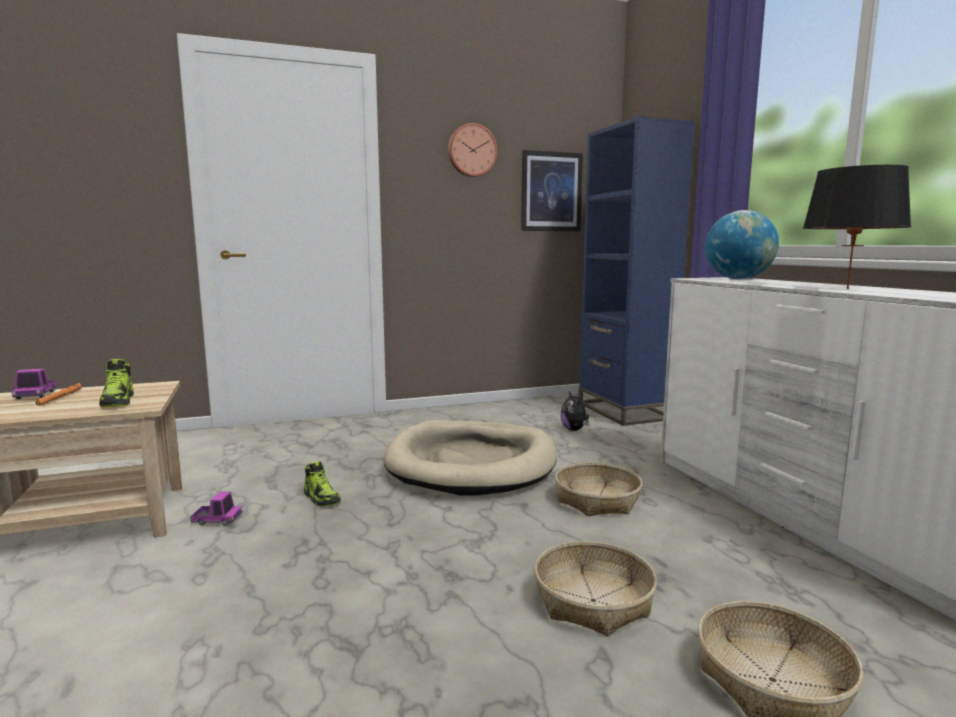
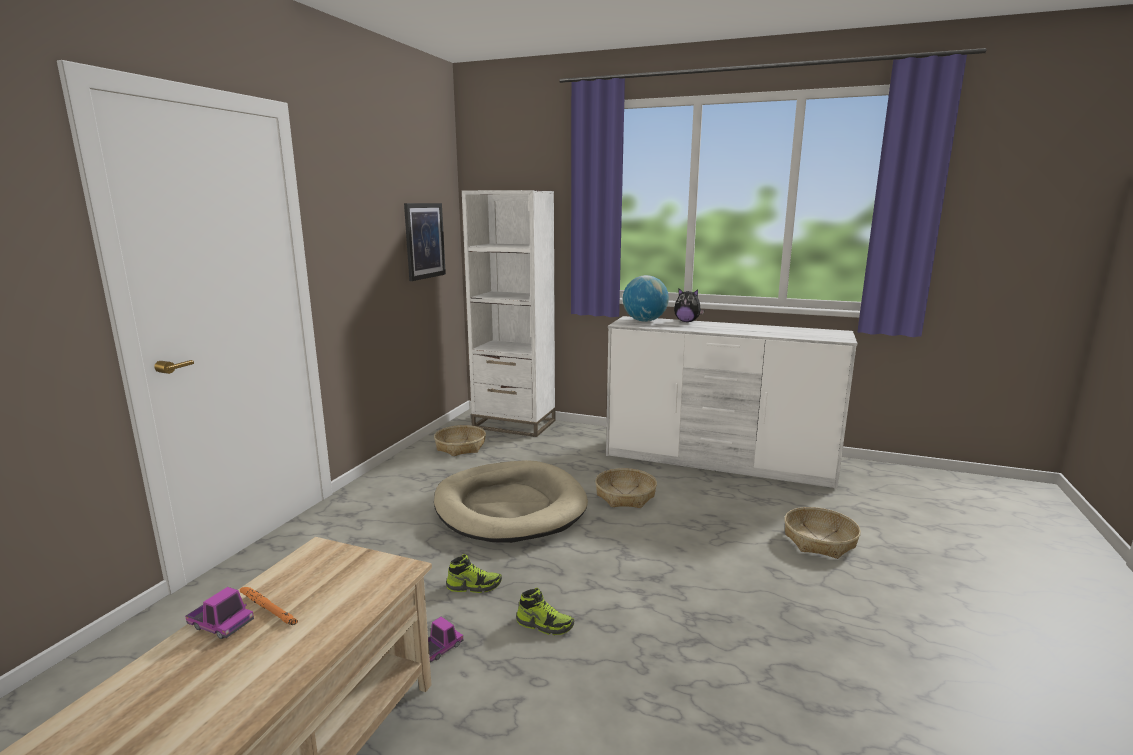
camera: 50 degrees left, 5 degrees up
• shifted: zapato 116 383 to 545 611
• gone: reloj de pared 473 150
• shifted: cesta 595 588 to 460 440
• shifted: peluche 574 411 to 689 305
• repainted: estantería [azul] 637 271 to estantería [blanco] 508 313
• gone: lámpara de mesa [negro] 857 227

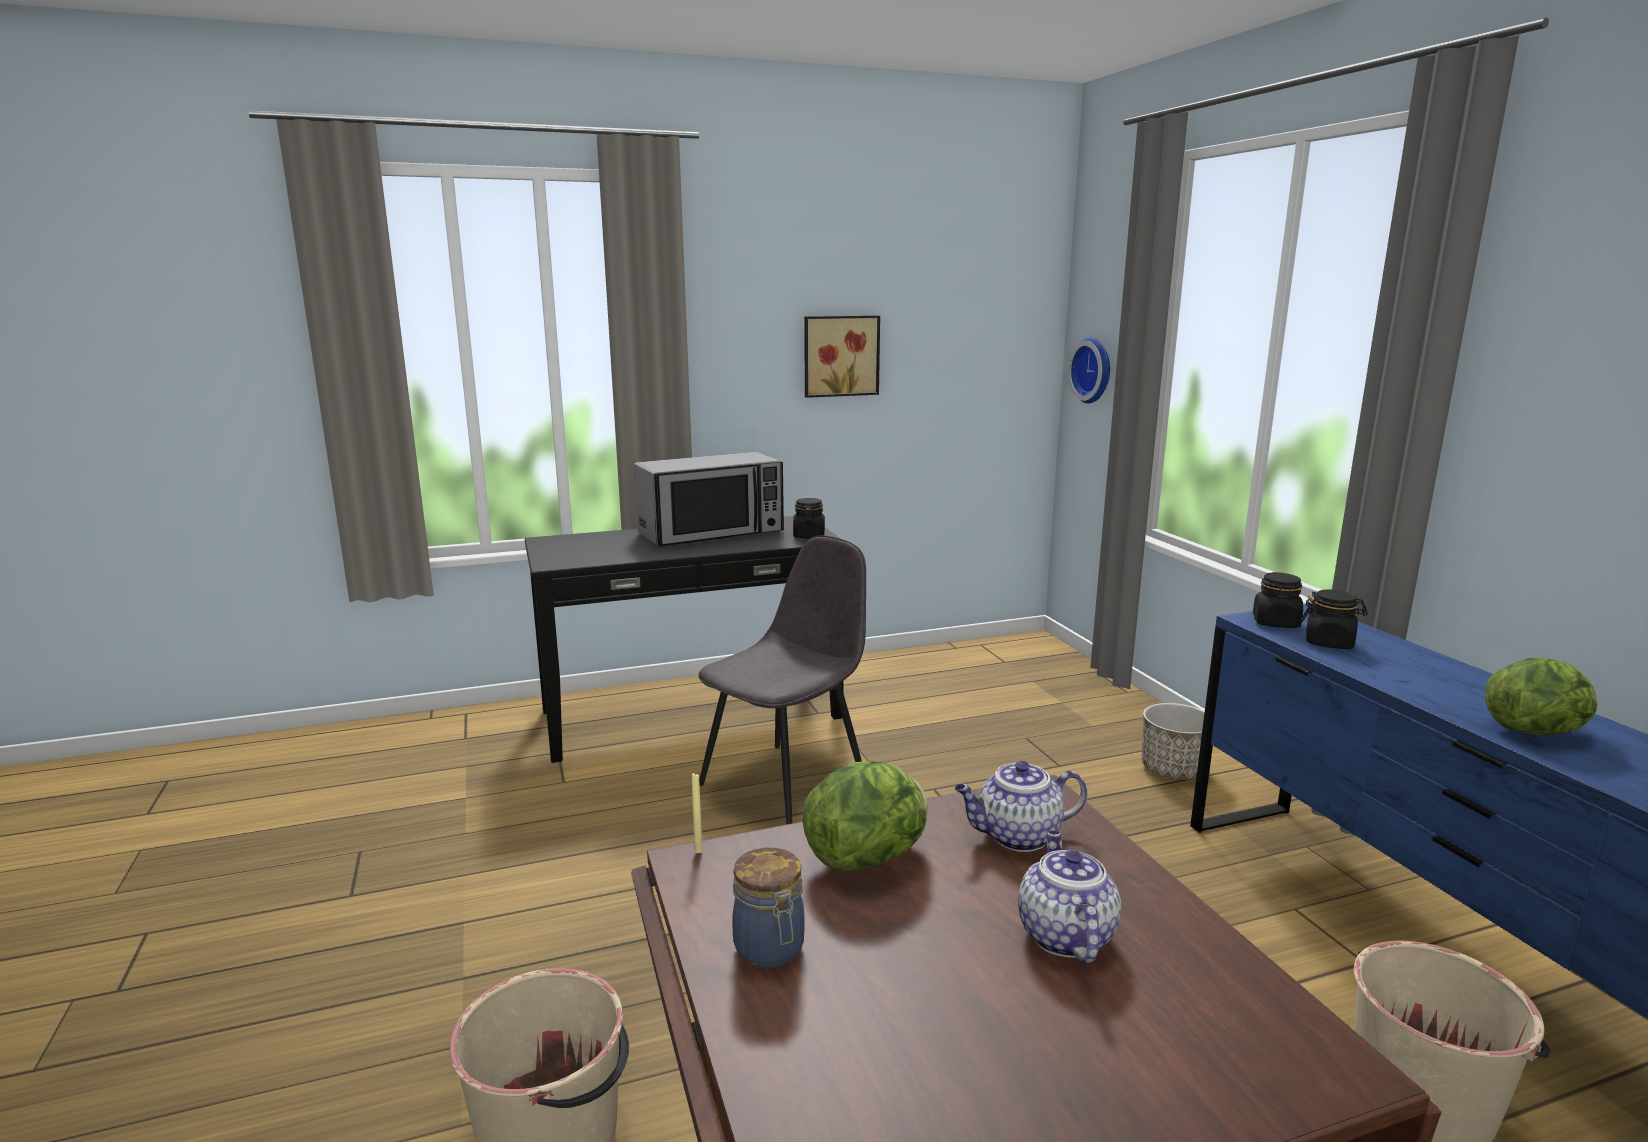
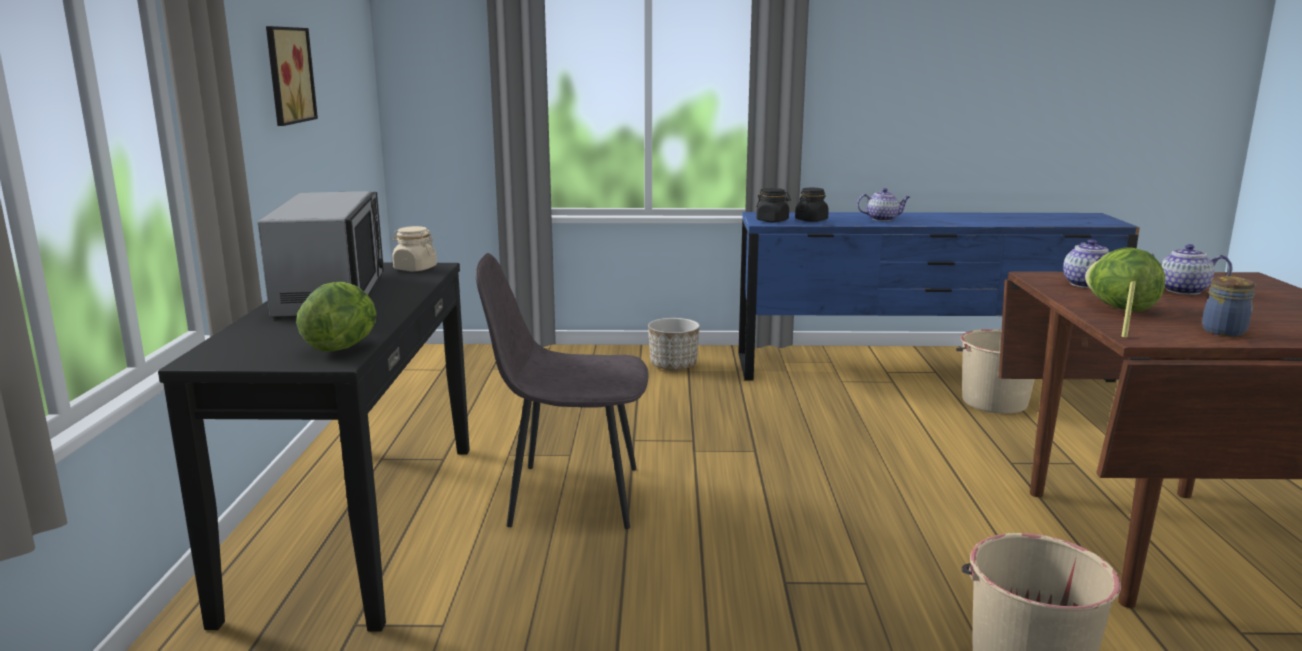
camera: 70 degrees left, 0 degrees up
• rotated: silla [gris] 782 680 = 561 391 60 degrees counterclockwise
• repainted: tarro [negro] 809 518 to tarro [beis] 414 248
• gone: reloj de pared 1088 370
• shifted: lechuga 1541 696 to 336 317
• new: tetera 883 204

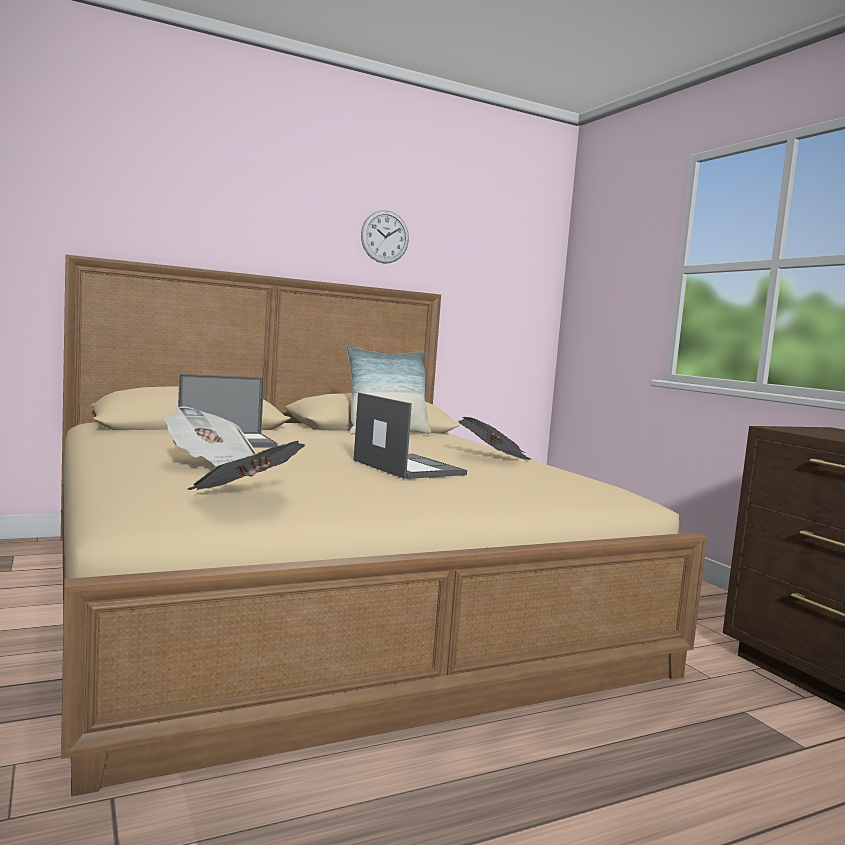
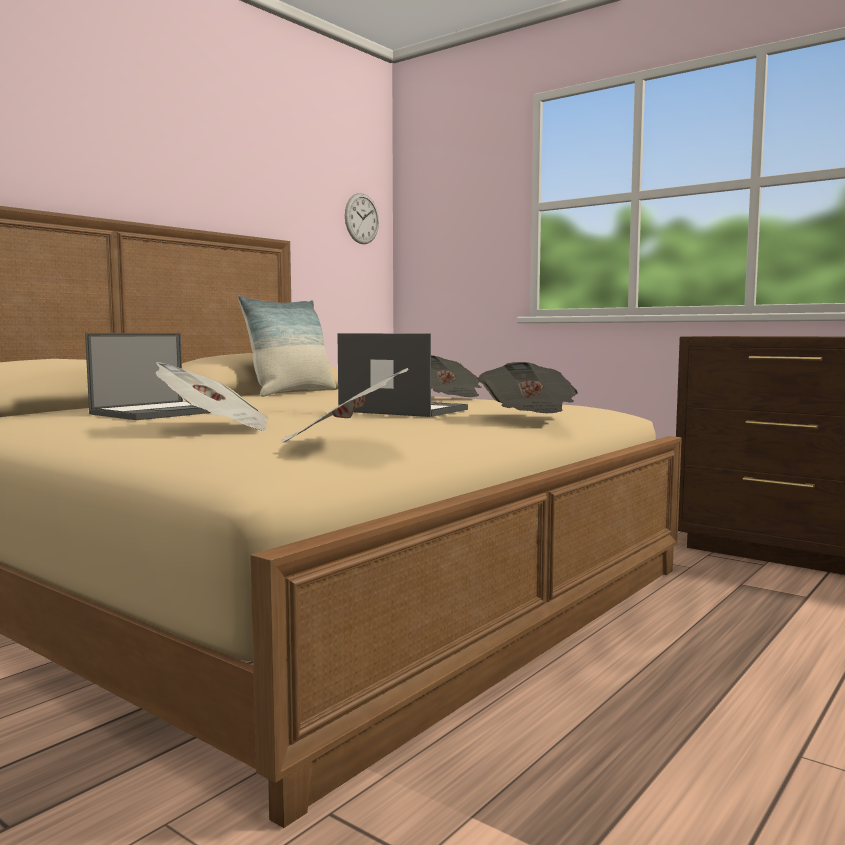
camera: 25 degrees left, 0 degrees up
• shifted: reloj de pared 385 236 to 362 218
• new: periódico 528 387

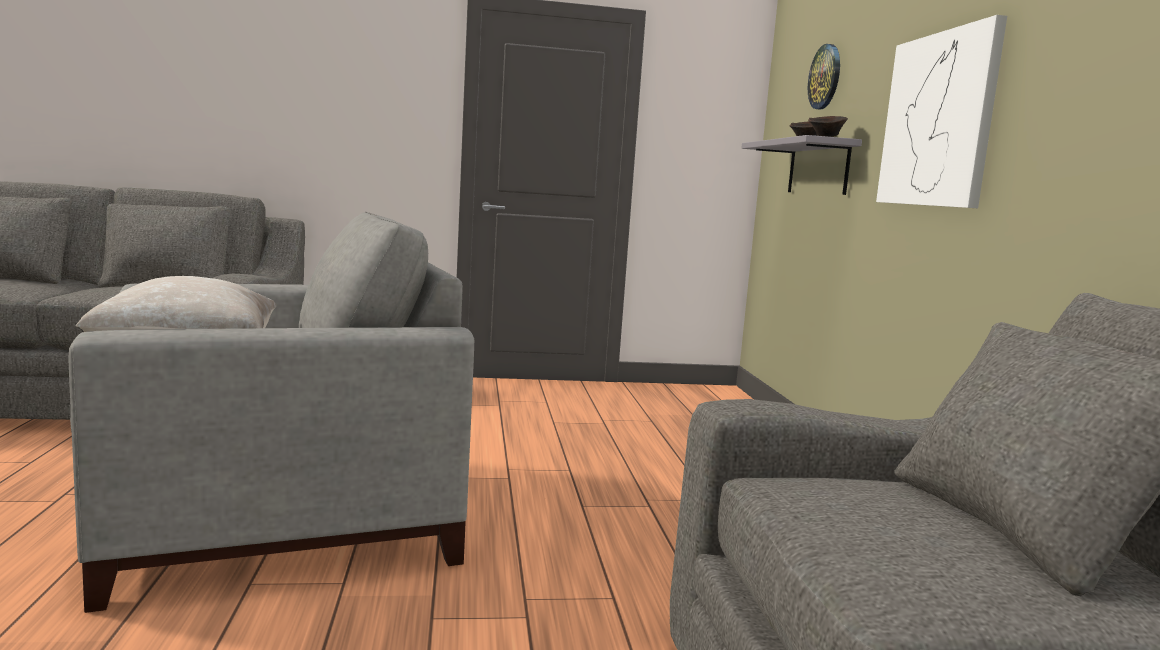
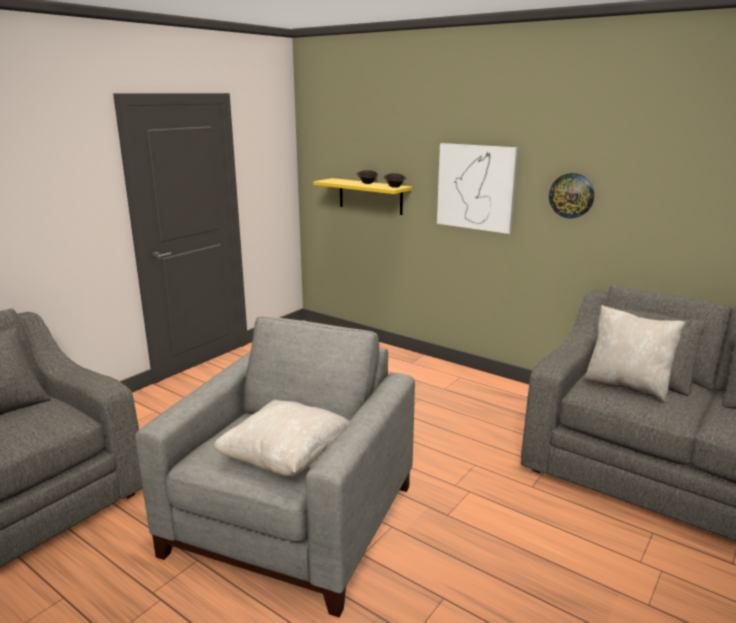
camera: 45 degrees left, 10 degrees up
• repainted: estante [gris] 801 165 to estante [amarillo] 362 196
• shifted: reloj de pared 824 76 to 571 195
• new: cojín [beis] 634 354

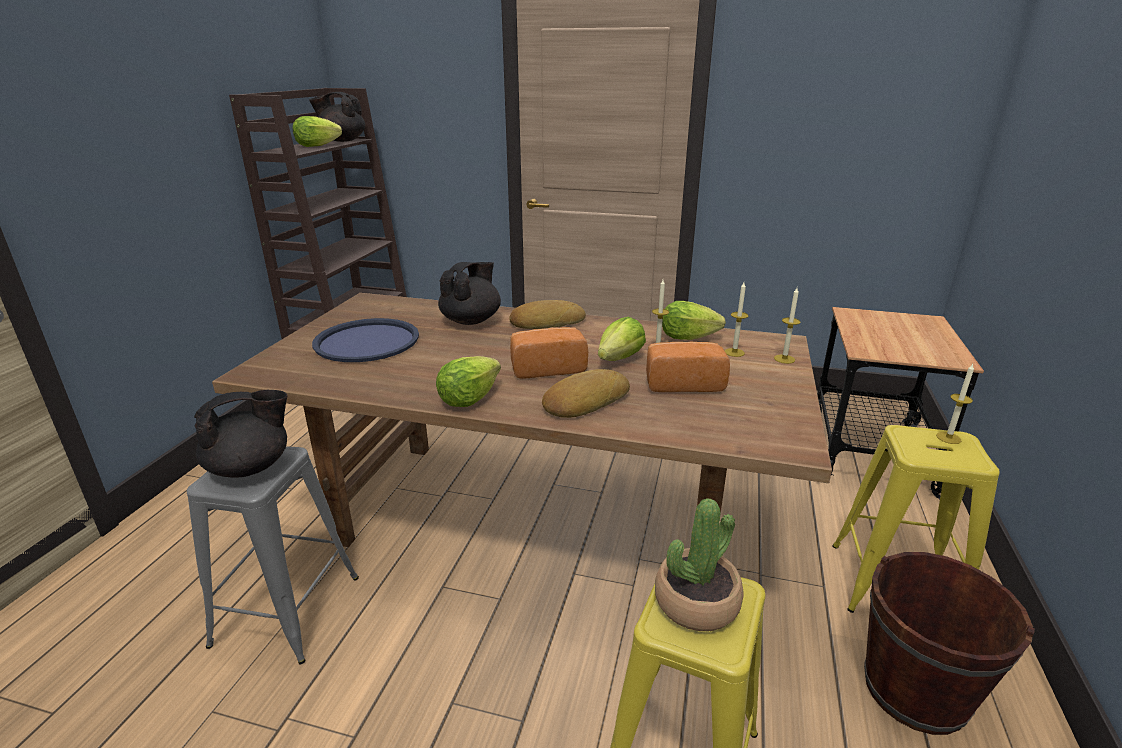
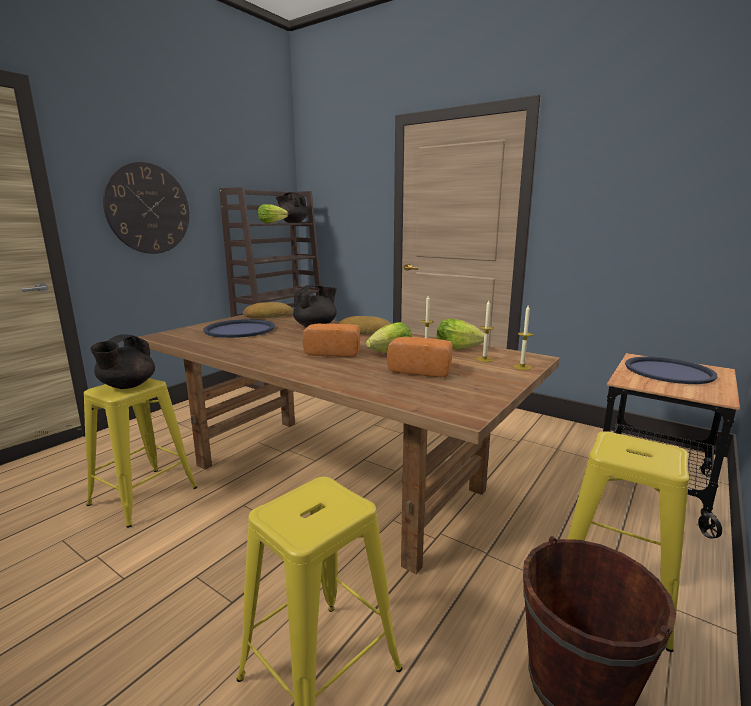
camera: 20 degrees right, 10 degrees down
• repainted: taburete [gris] 273 555 to taburete [amarillo] 140 453
• rotated: tetera [negro] 240 434 = 122 361 120 degrees clockwise
• gone: lechuga 468 381
• shifted: pan 586 393 to 268 310
• gone: planta en maceta 699 564
• gone: vela 955 404
• new: reloj de pared 146 208
• new: bandeja [azul] 671 370

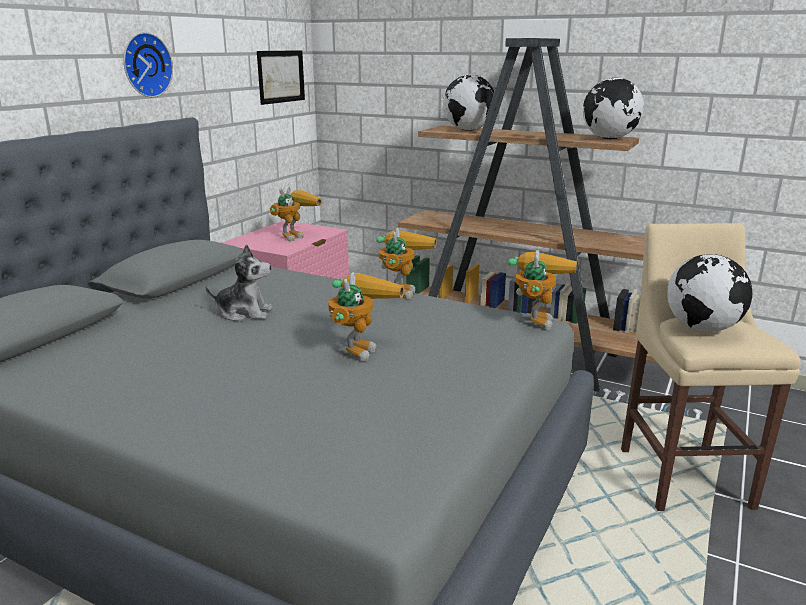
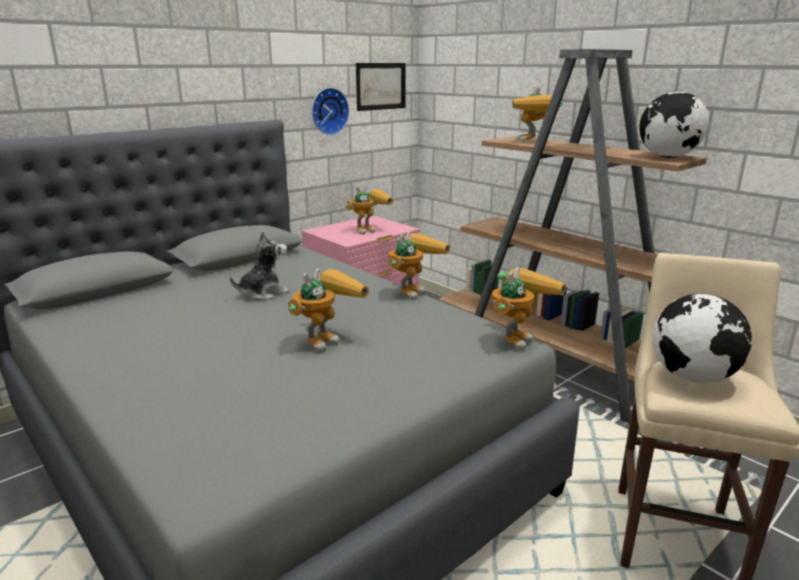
camera: 20 degrees right, 0 degrees up
• shifted: reloj de pared 148 64 to 330 111
• rotated: peluche 239 283 = 259 265 60 degrees counterclockwise
• swapped: globo terráqueo 468 103 to robot de juguete 537 114

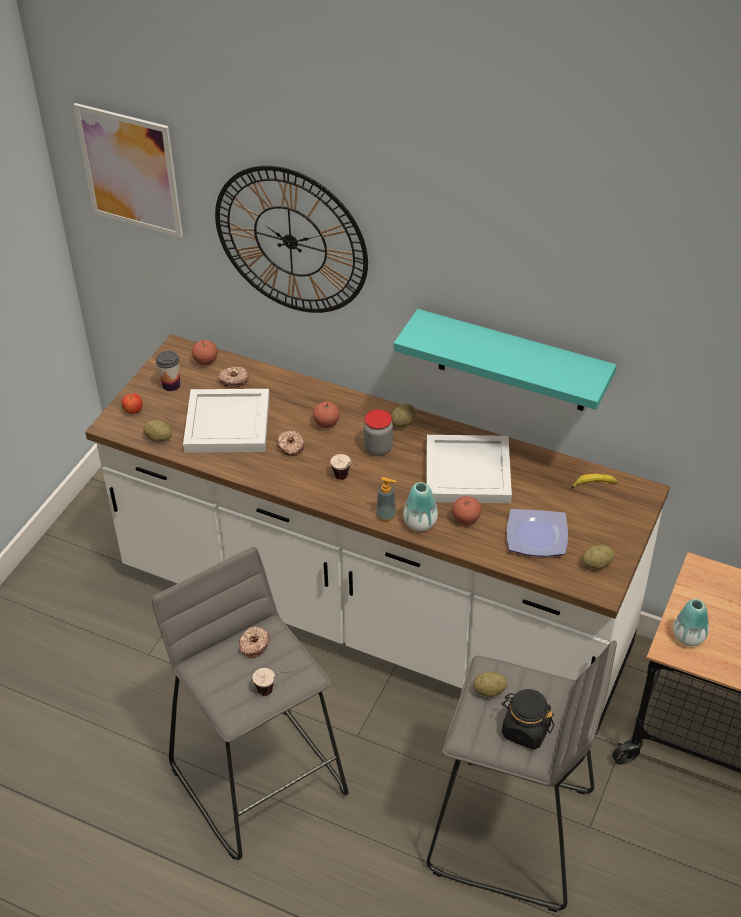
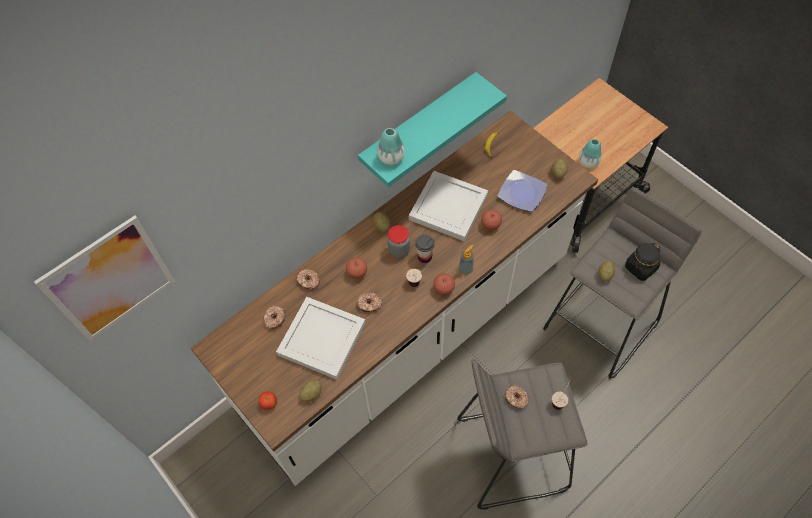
camera: 65 degrees left, 15 degrees up
• shifted: taza 168 371 to 425 249
• shifted: manzana 205 353 to 444 284
• gone: reloj de pared 291 239
• shifted: florero 420 506 to 391 146
• new: rosquilla 308 279

